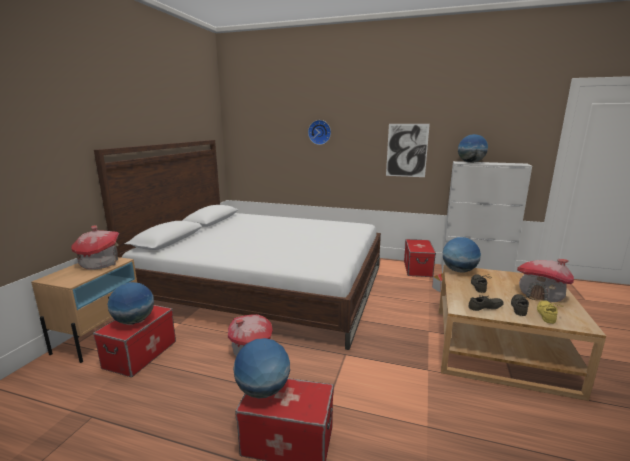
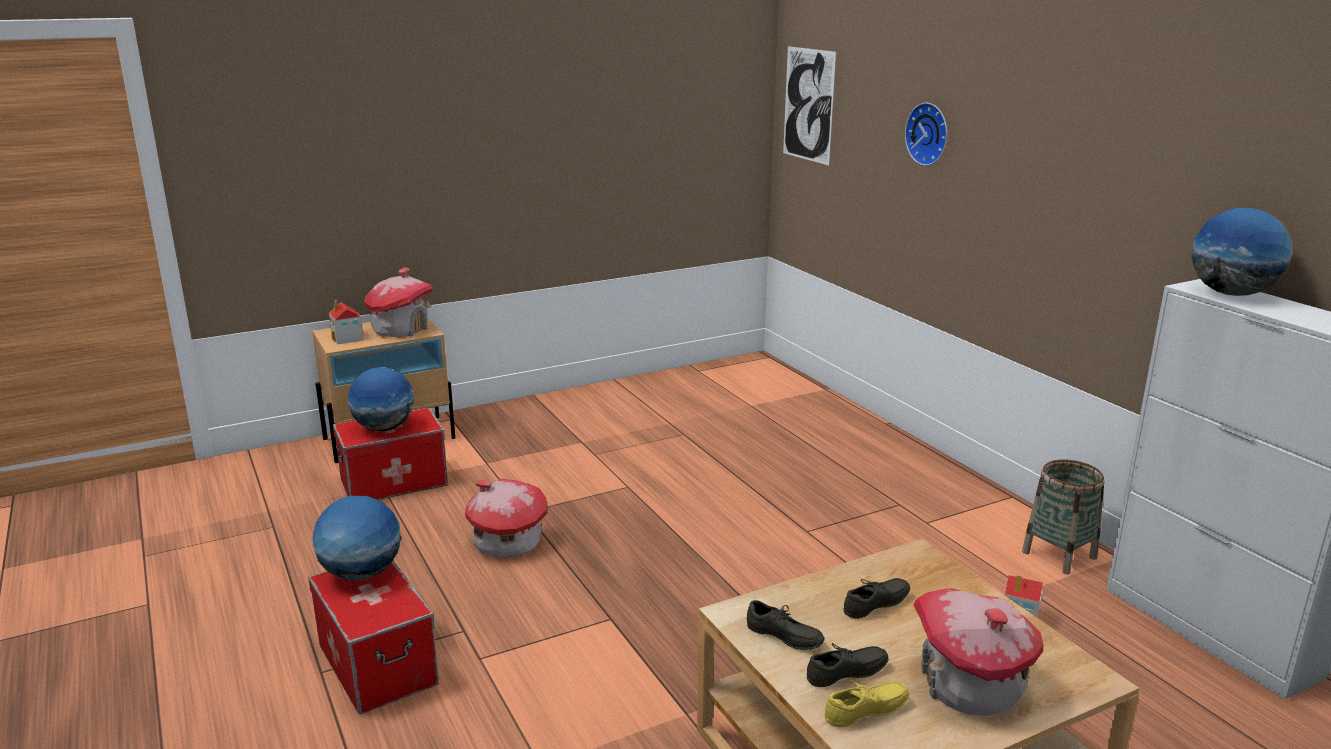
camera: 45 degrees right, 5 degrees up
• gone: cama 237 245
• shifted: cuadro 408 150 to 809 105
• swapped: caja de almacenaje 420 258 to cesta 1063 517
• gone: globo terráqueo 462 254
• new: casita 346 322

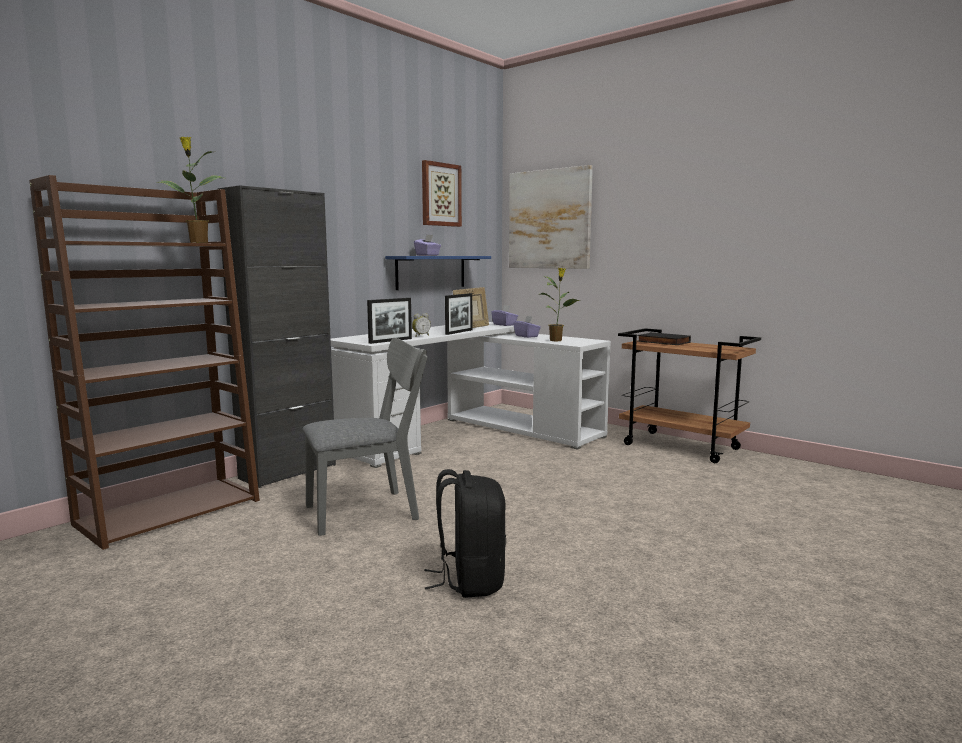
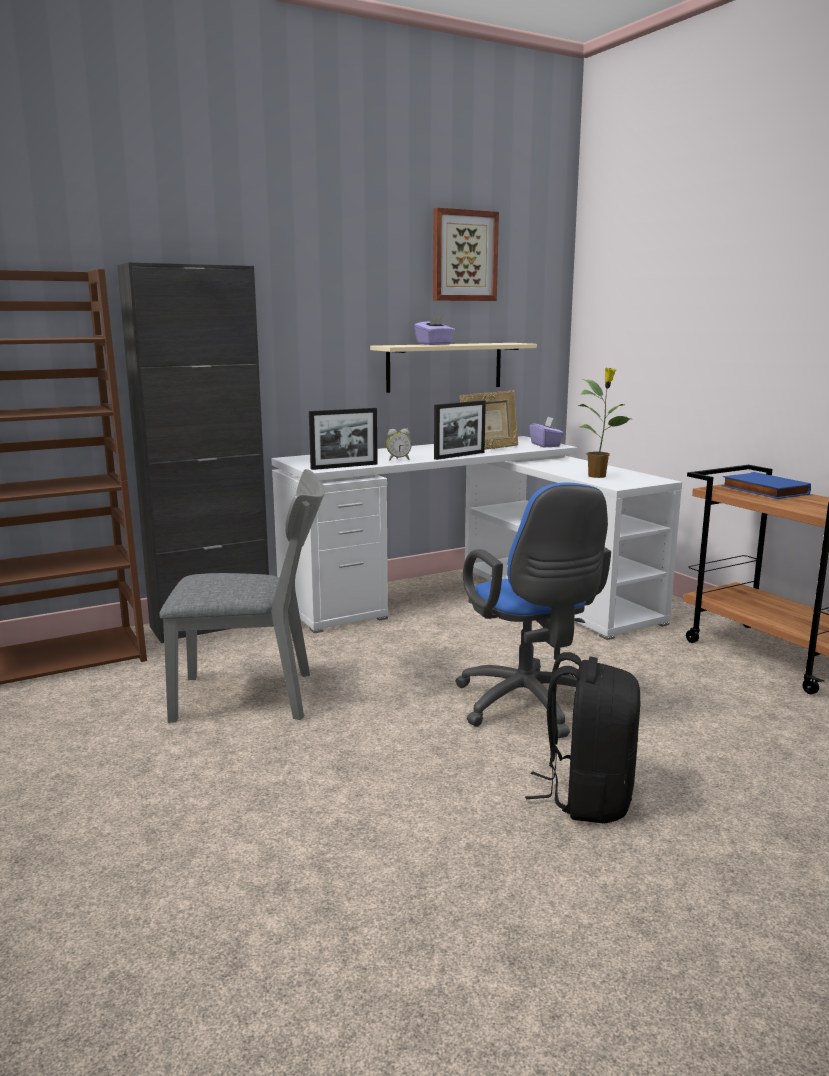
camera: 20 degrees right, 5 degrees up
• gone: planta en maceta 190 190
• repainted: estante [azul] 438 273 to estante [beis] 453 368
• shifted: mochila [negro] 465 533 to 582 738
• gone: cuadro 551 217
• gone: caja de pañuelos [morado] 527 327
• repainted: libro [negro] 664 338 to libro [azul] 766 485
• new: silla de oficina [azul] 533 610

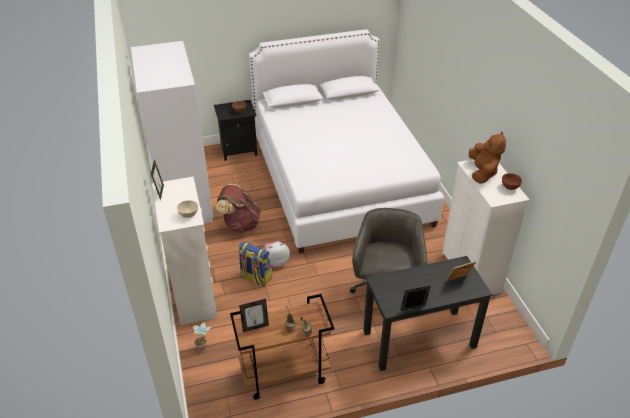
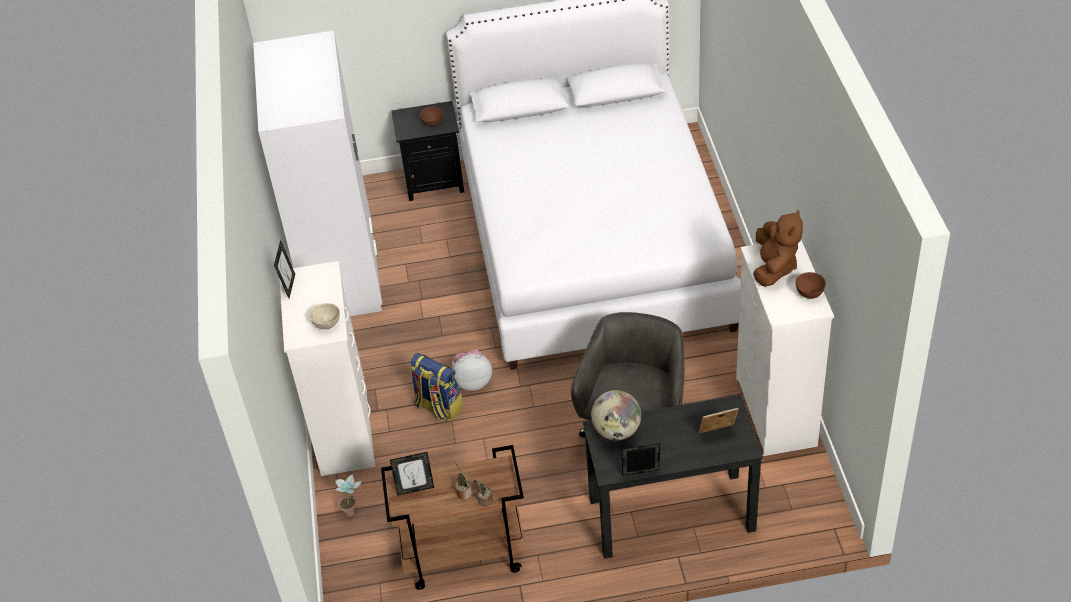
camera: 10 degrees right, 5 degrees up
• gone: mochila [marrón] 238 208
• new: globo terráqueo 616 415

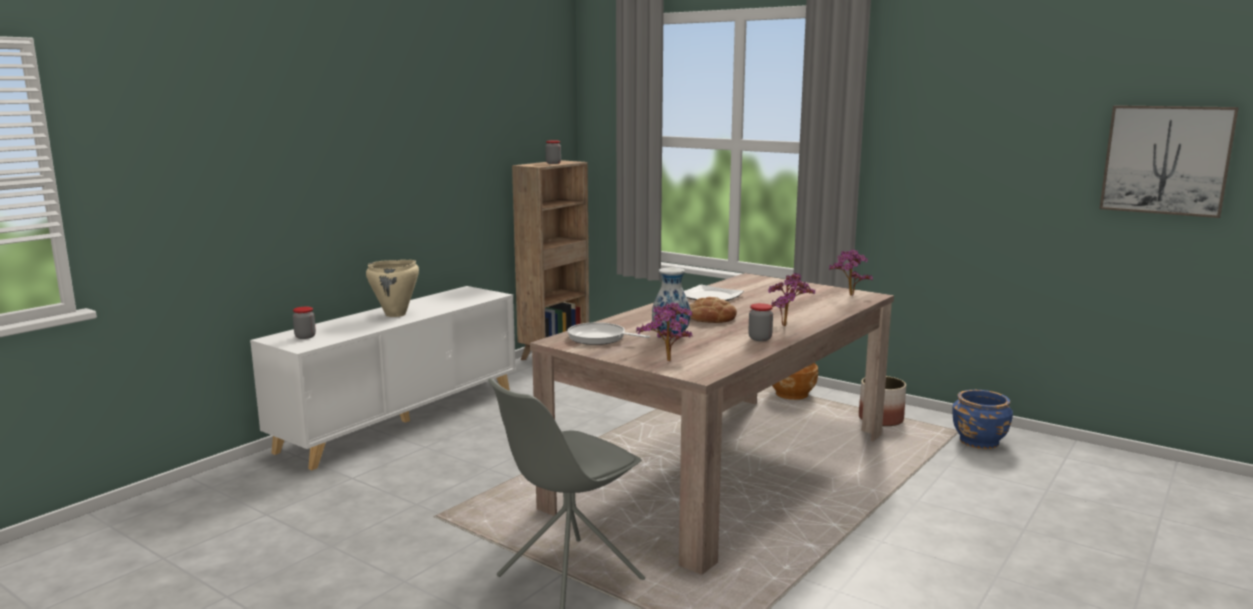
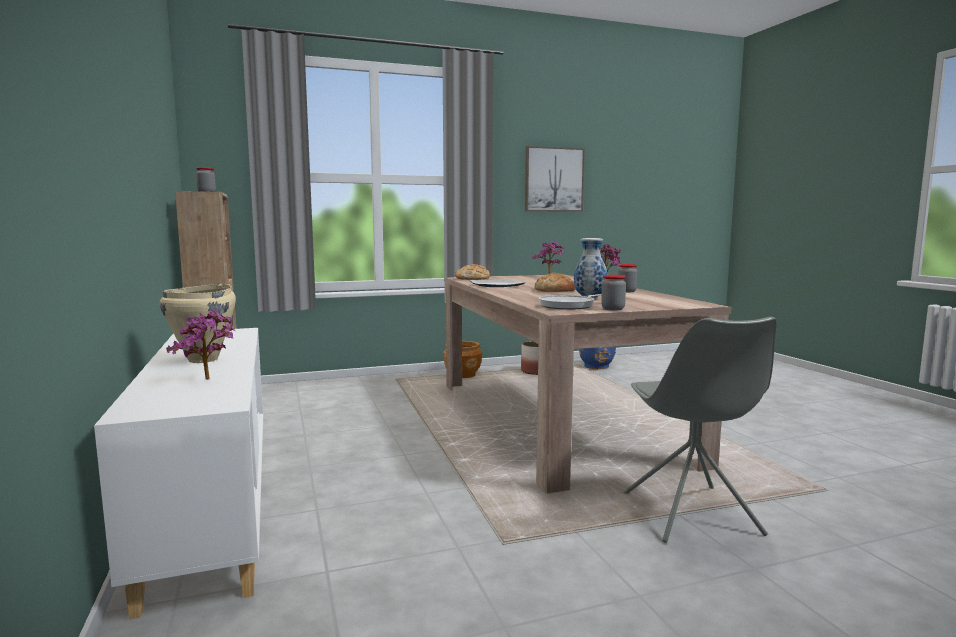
camera: 55 degrees left, 5 degrees down
• shifted: tarro 304 323 to 613 292
• shifted: planta en maceta 664 332 to 200 345
• shifted: cuadro 1169 161 to 555 179
• new: pan 472 272

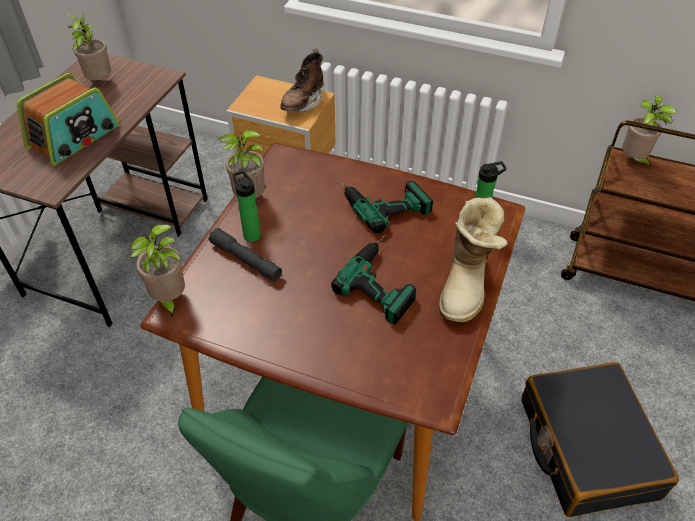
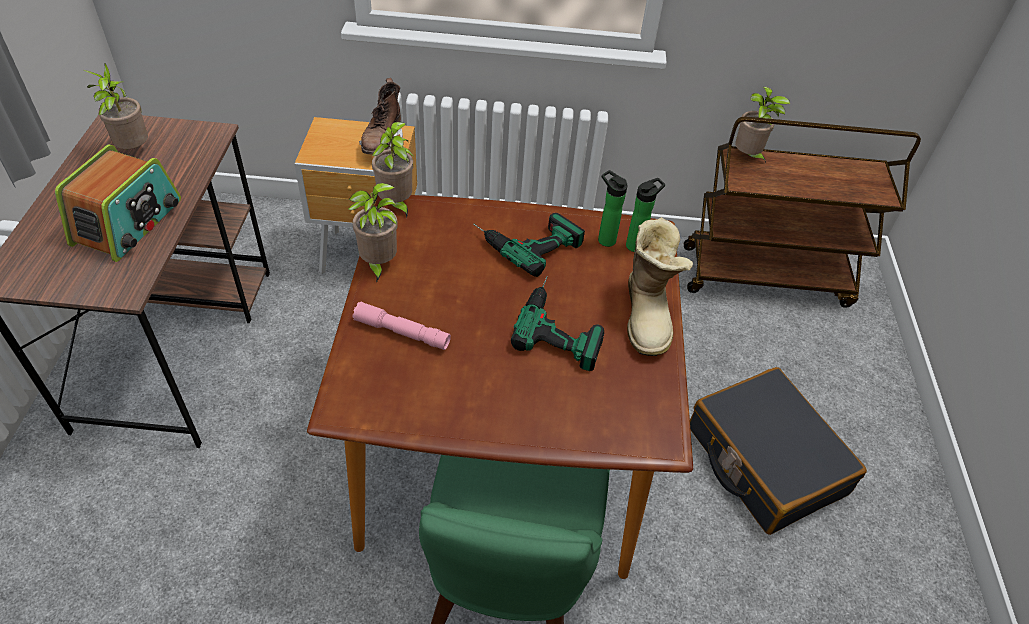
camera: 20 degrees left, 0 degrees up
• shifted: planta en maceta 157 271 to 393 169
• repainted: linterna [gris] 245 254 to linterna [rosa] 402 325
• shifted: botella 247 206 to 613 208

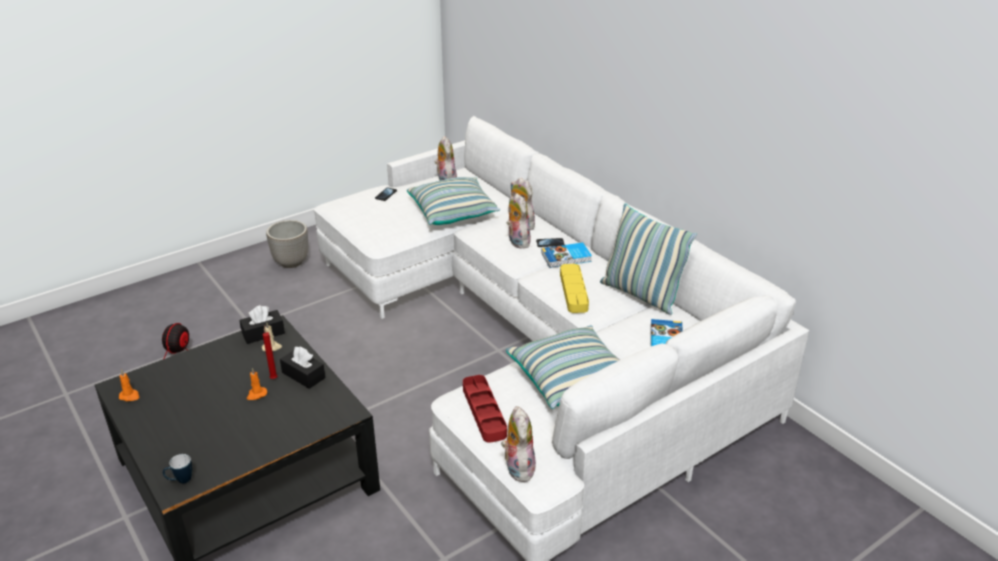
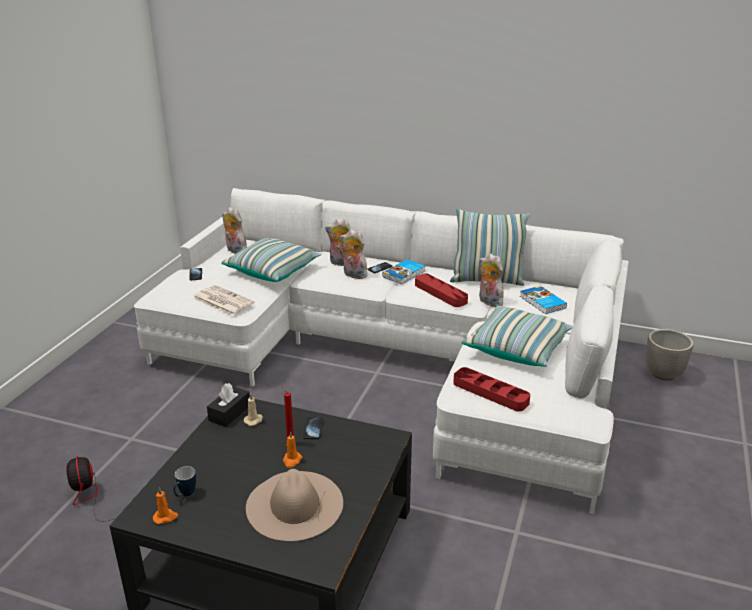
camera: 35 degrees left, 5 degrees down
• shifted: taza grande 177 468 to 184 481
• shifted: maceta 287 244 to 670 355
• swapped: caja de pañuelos [negro] 302 368 to móvil 313 428
• shifted: peluche 518 444 to 491 280
• repainted: bandeja [amarillo] 574 288 to bandeja [rojo] 441 290
• new: periódico 224 300
• new: sombrero [beis] 294 505

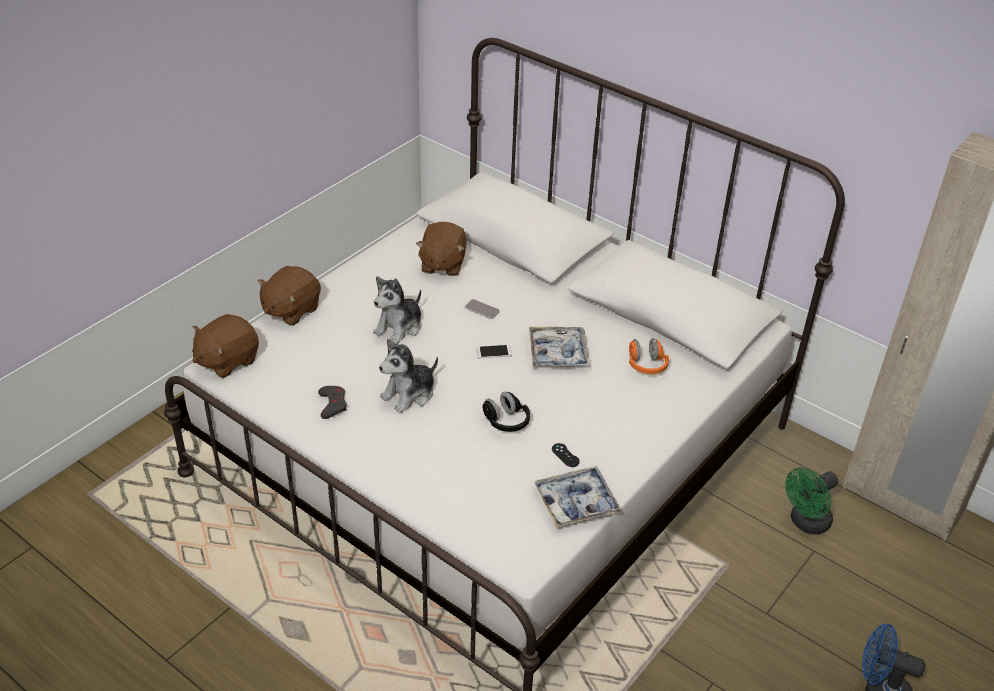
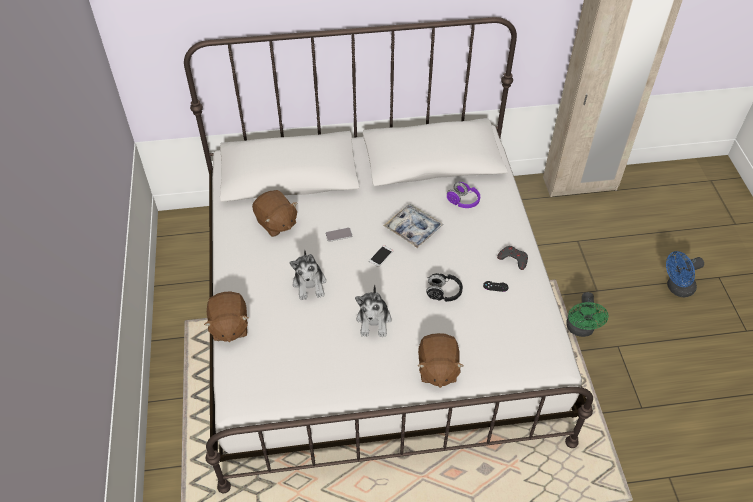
camera: 45 degrees left, 10 degrees up
• shifted: peluche [marrón] 225 346 to 441 360
• shifted: mando de consola [gris] 332 402 to 512 258
• gone: bandeja 577 497
• repainted: auriculares [naranja] 649 356 to auriculares [morado] 463 195
• shifted: ventilador [verde] 811 501 to 587 314

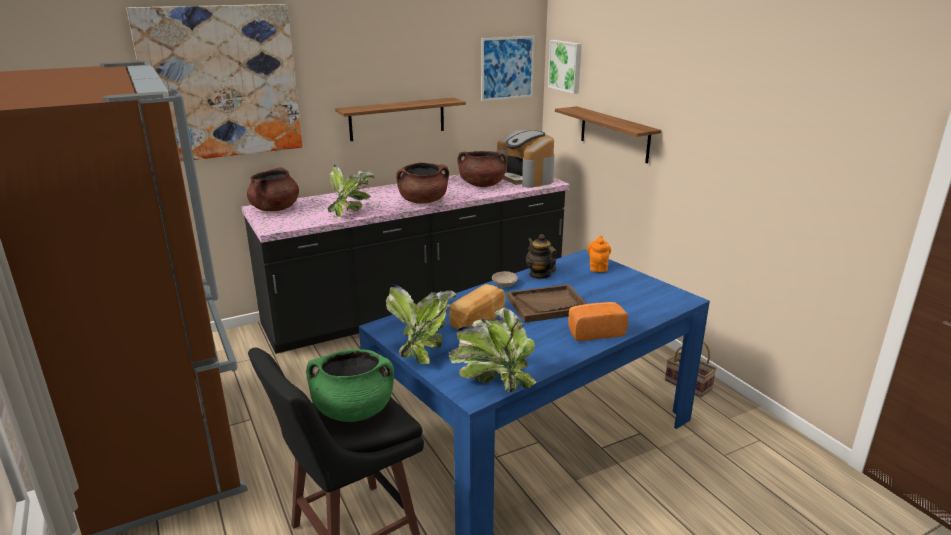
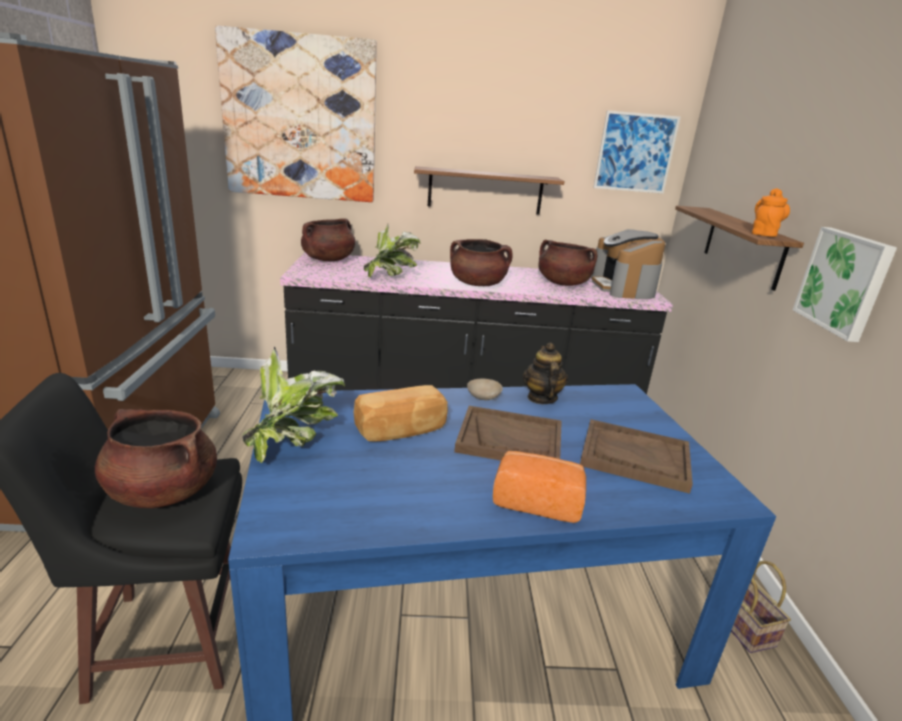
camera: 25 degrees right, 0 degrees up
• repainted: olla [verde] 350 385 to olla [marrón] 156 458
• gone: planta en maceta 492 349
• shifted: cuadro 565 67 to 845 284
• shifted: tetera [naranja] 599 253 to 771 212
• new: bandeja [marrón] 636 456

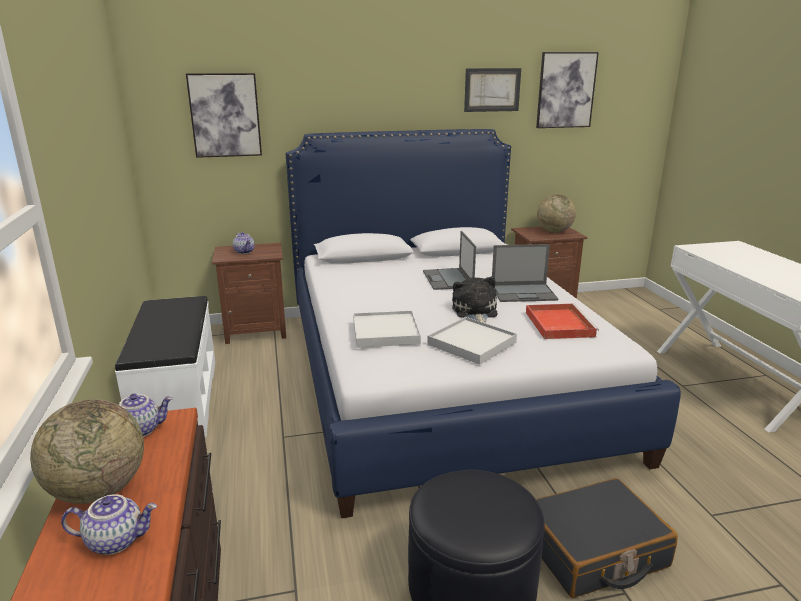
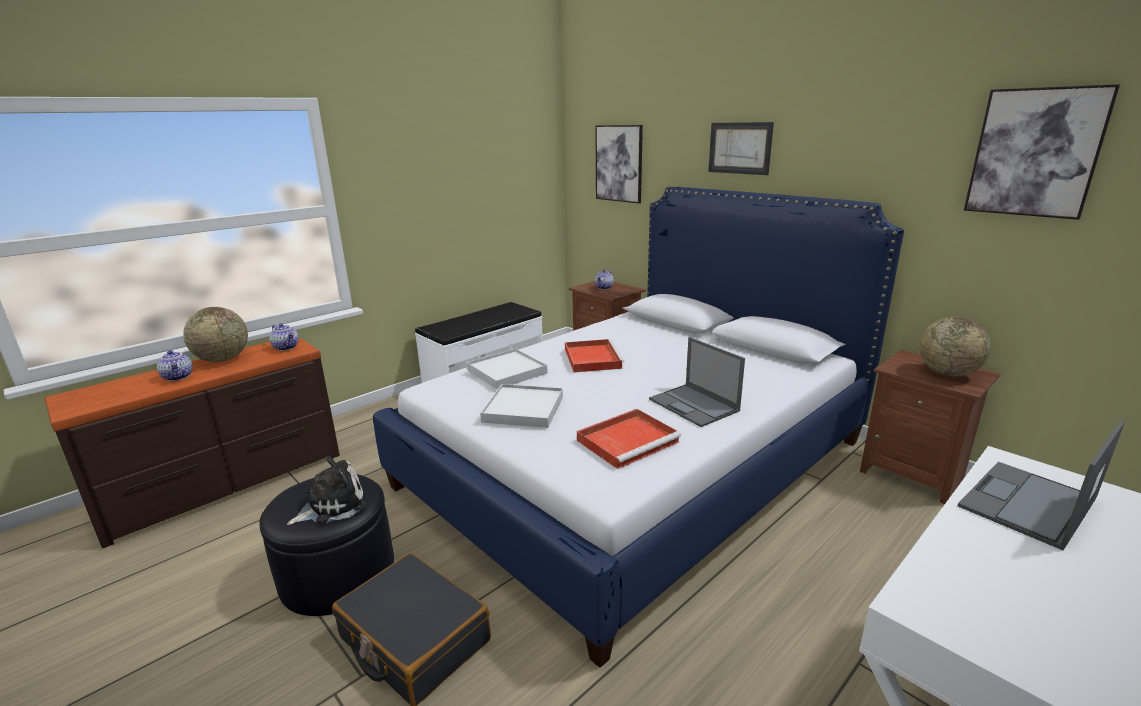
camera: 60 degrees right, 0 degrees up
• shifted: portátil 449 260 to 1041 485
• shifted: peluche 475 300 to 327 490
• shifted: cuadro 492 90 to 741 148
• new: bandeja [rojo] 595 355

